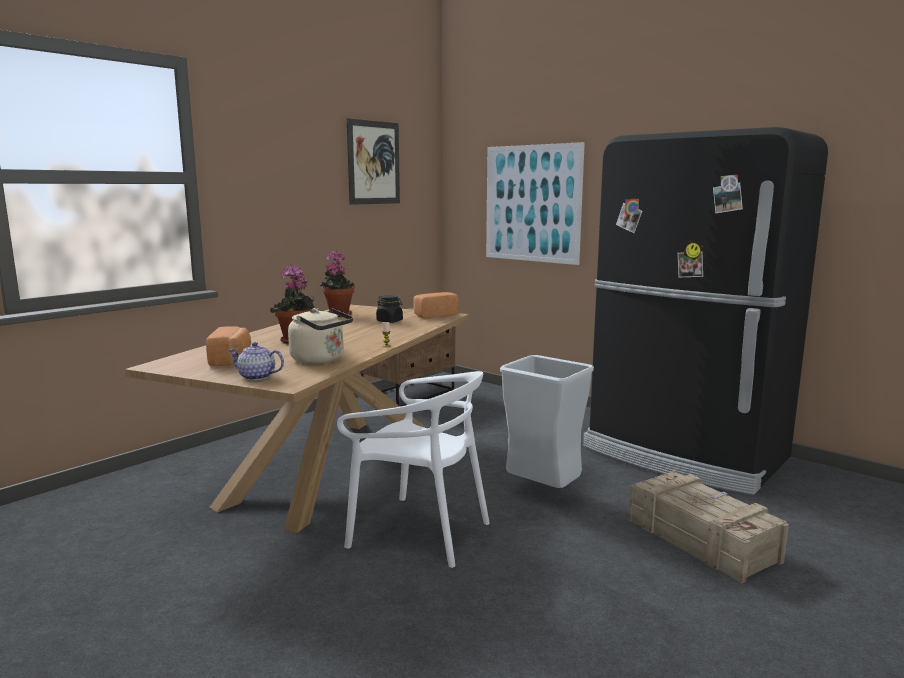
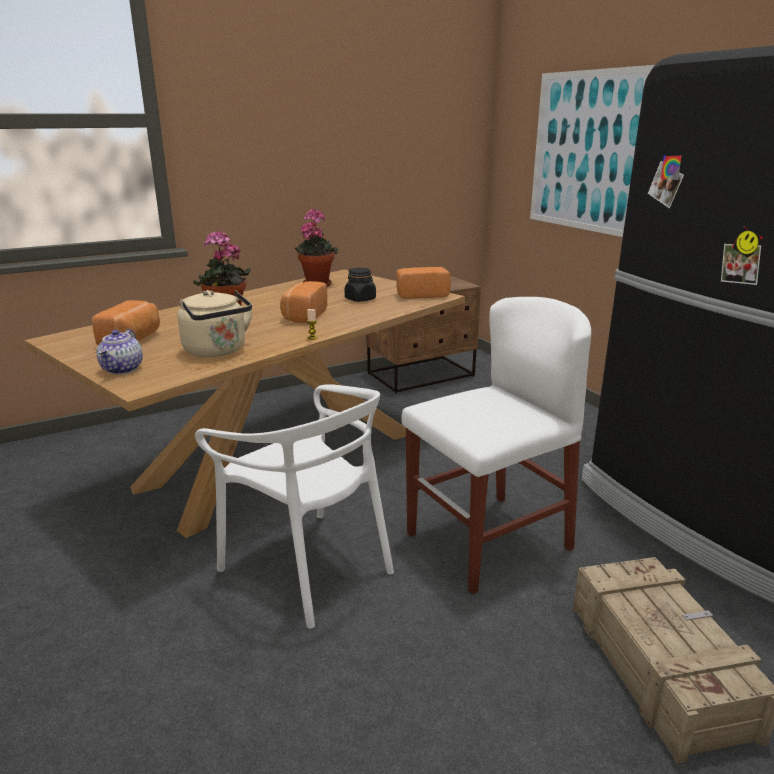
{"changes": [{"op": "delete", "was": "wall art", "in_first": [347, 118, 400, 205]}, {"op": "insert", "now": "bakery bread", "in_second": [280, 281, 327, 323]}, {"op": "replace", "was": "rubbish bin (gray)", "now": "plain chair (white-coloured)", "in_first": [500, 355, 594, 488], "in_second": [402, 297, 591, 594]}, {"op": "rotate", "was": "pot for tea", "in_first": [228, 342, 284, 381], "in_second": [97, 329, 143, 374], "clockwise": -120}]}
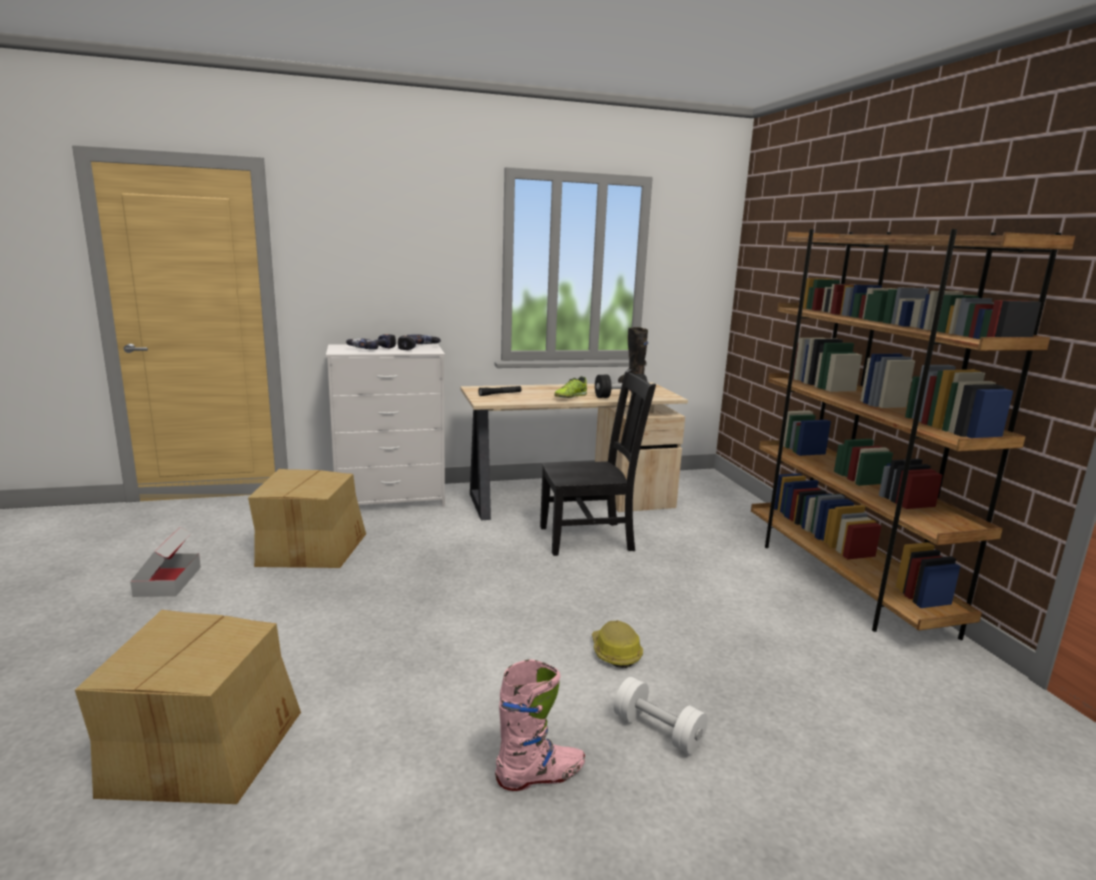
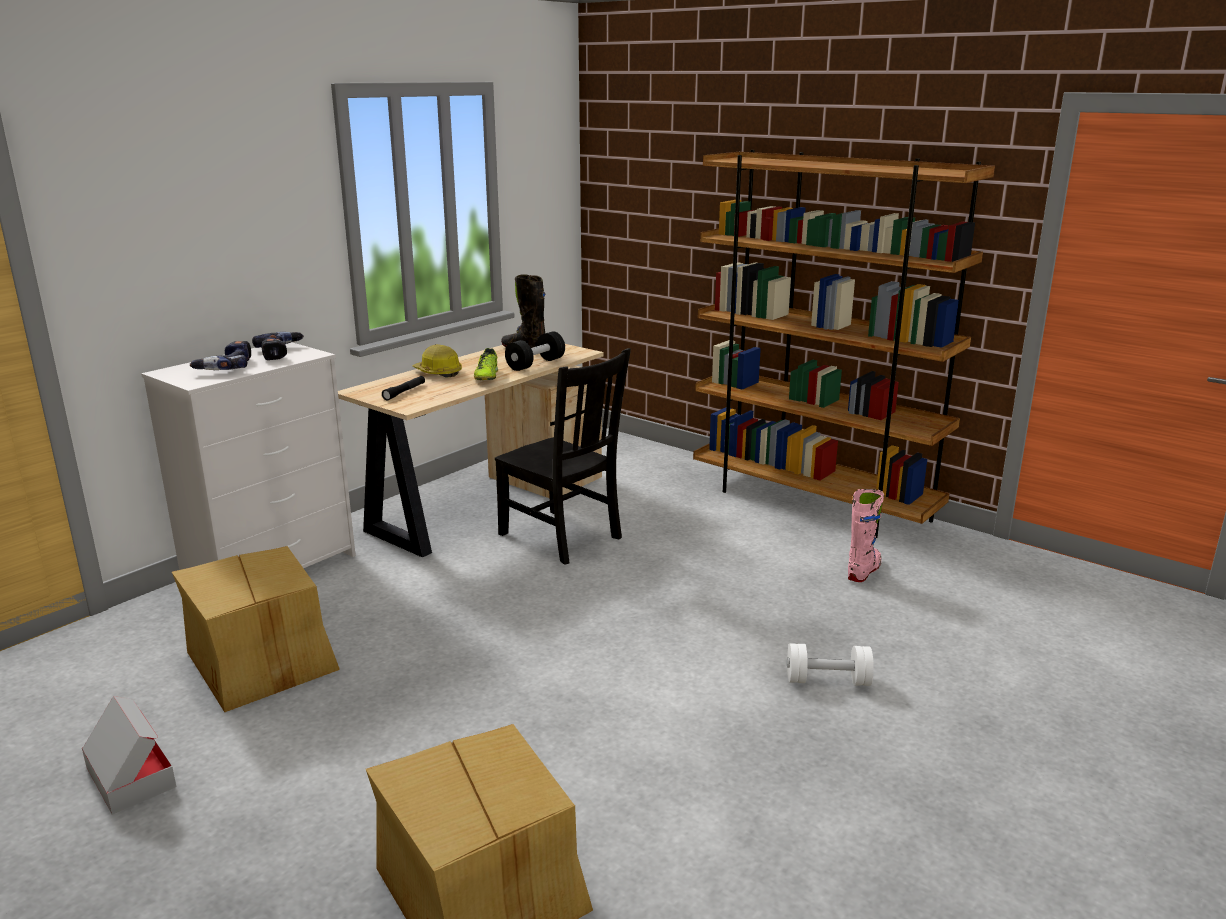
{"changes": [{"op": "move", "was": "tall boot (pinkish)", "in_first": [495, 659, 585, 791], "in_second": [848, 489, 884, 582]}, {"op": "move", "was": "safety helmet", "in_first": [592, 620, 643, 668], "in_second": [412, 344, 462, 378]}, {"op": "rotate", "was": "plain chair (black-coloured)", "in_first": [540, 369, 656, 556], "in_second": [495, 348, 631, 565], "clockwise": 90}]}
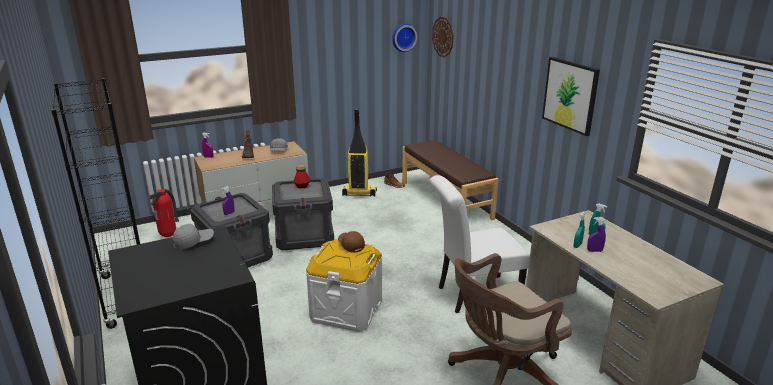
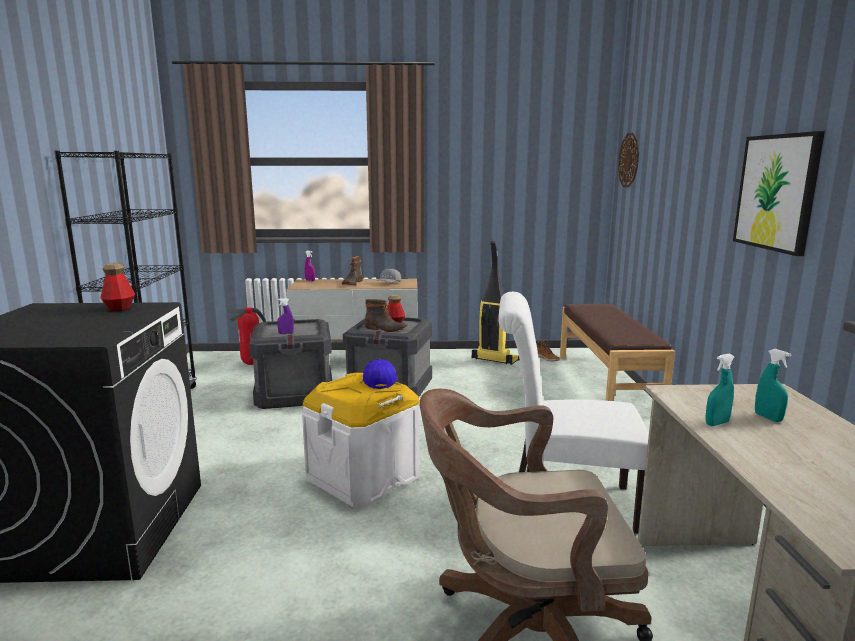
{"changes": [{"op": "delete", "was": "clock on the wall", "in_first": [392, 23, 417, 52]}, {"op": "delete", "was": "hand sprayer (purple-coloured)", "in_first": [587, 217, 606, 252]}, {"op": "insert", "now": "tall boot", "in_second": [365, 299, 408, 332]}, {"op": "replace", "was": "cap (gray)", "now": "drink bottle", "in_first": [173, 224, 214, 250], "in_second": [100, 263, 135, 311]}, {"op": "recolor", "was": "cap (brown)", "now": "cap (blue-coloured)", "in_first": [338, 231, 365, 253], "in_second": [363, 359, 397, 389]}]}
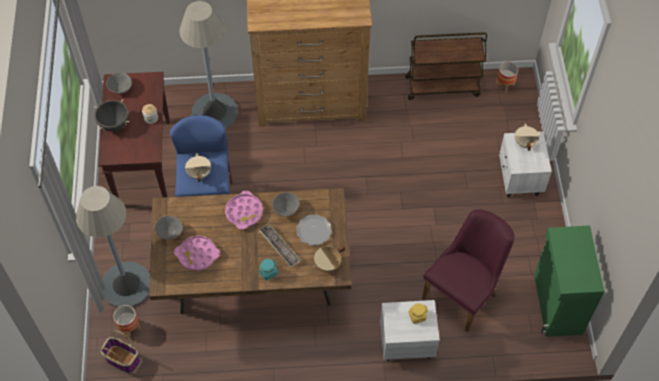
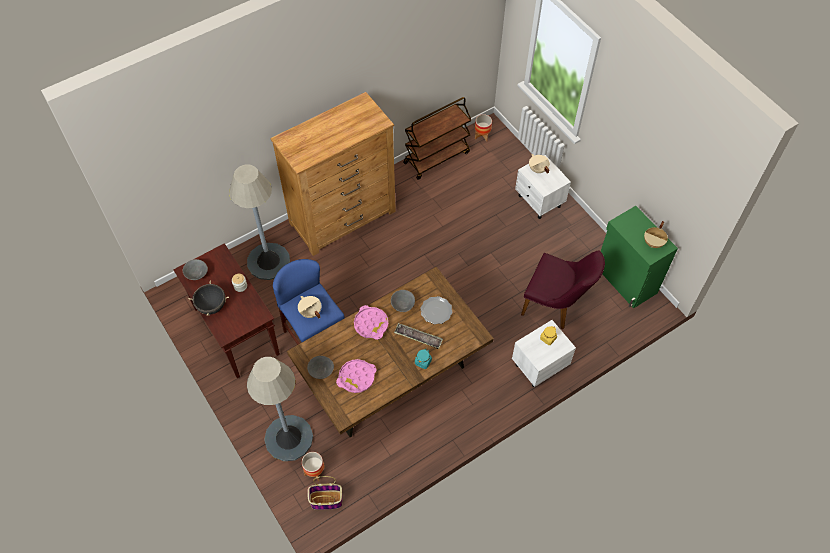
{"changes": [{"op": "move", "was": "saucepot (beige-coloured)", "in_first": [313, 245, 345, 272], "in_second": [644, 221, 668, 248]}, {"op": "rotate", "was": "plain chair (purple-coloured)", "in_first": [422, 209, 515, 333], "in_second": [521, 251, 605, 329], "clockwise": 105}]}
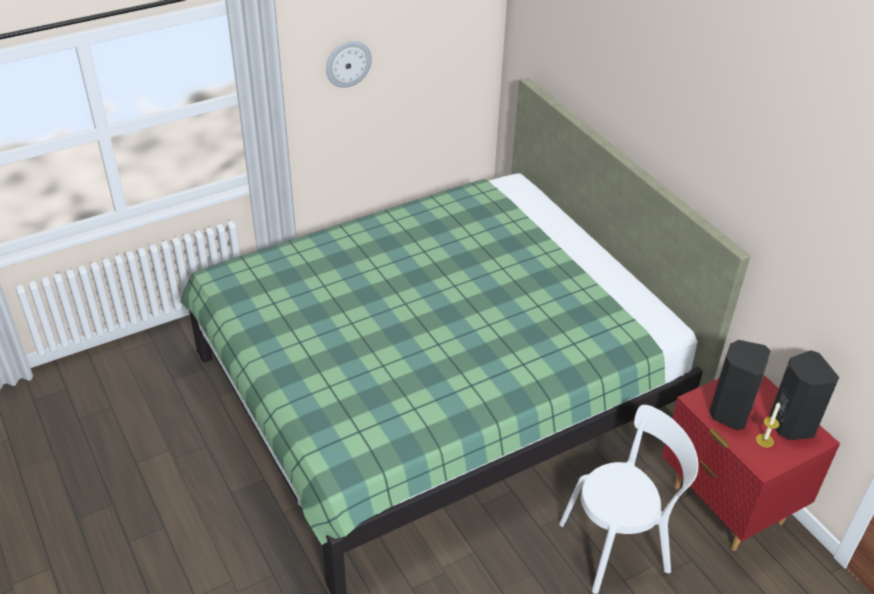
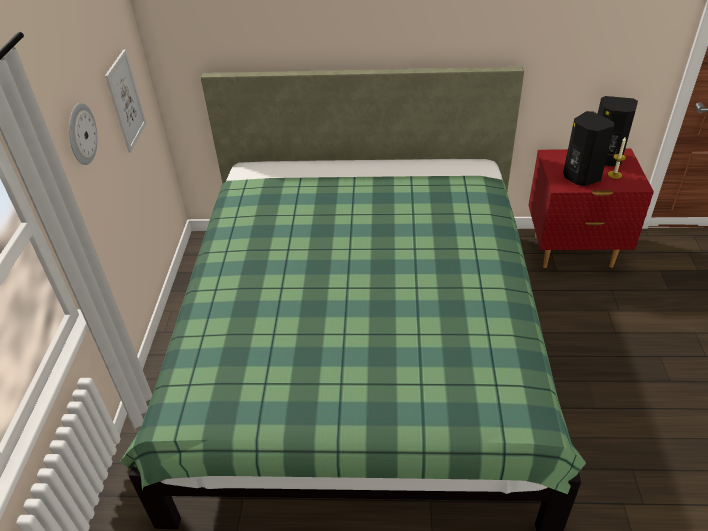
{"changes": [{"op": "delete", "was": "plain chair (white-coloured)", "in_first": [559, 405, 698, 594]}, {"op": "insert", "now": "wall art", "in_second": [105, 49, 146, 152]}]}
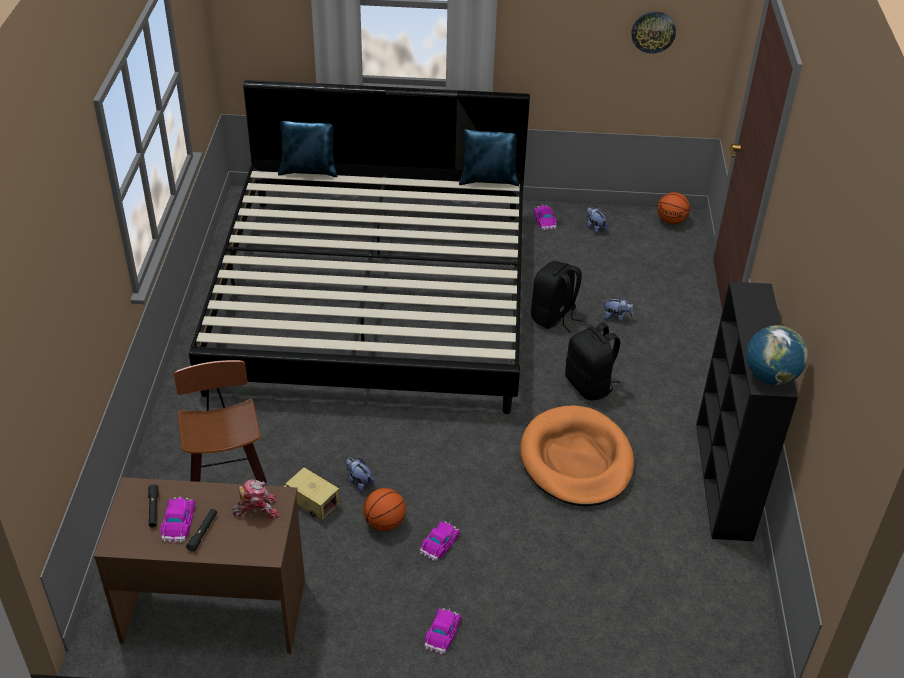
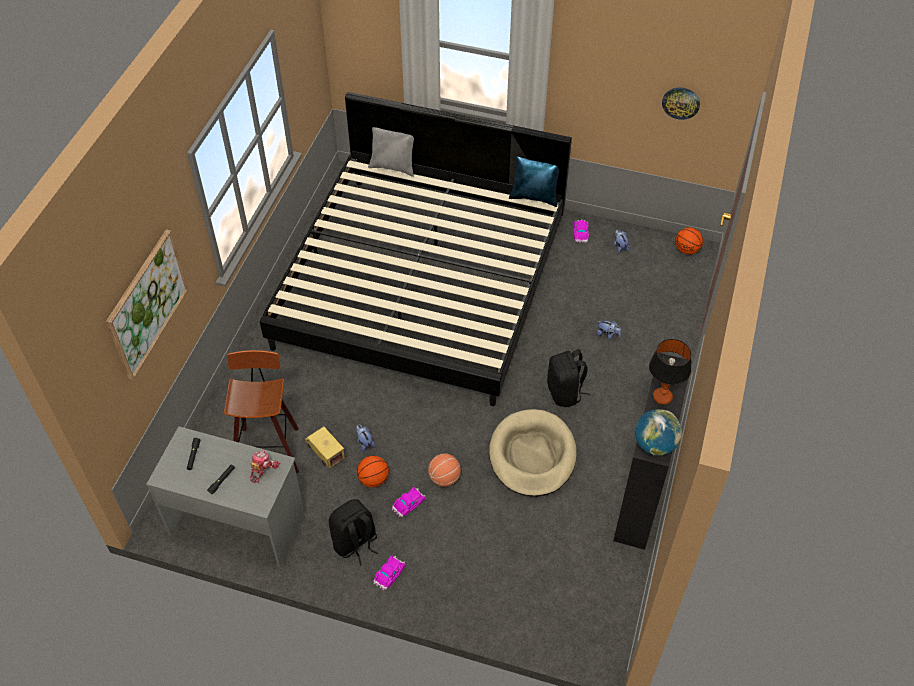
{"changes": [{"op": "delete", "was": "toy car", "in_first": [161, 495, 195, 543]}, {"op": "insert", "now": "wall art", "in_second": [106, 229, 189, 380]}, {"op": "insert", "now": "ball for basketball", "in_second": [428, 454, 461, 487]}, {"op": "insert", "now": "tabletop lamp", "in_second": [649, 339, 691, 405]}, {"op": "move", "was": "backpack (black-coloured)", "in_first": [531, 261, 582, 333], "in_second": [329, 499, 378, 566]}, {"op": "recolor", "was": "desk unit (brown)", "now": "desk unit (gray)", "in_first": [94, 477, 305, 654], "in_second": [146, 426, 305, 567]}, {"op": "recolor", "was": "throw pillow (blue-coloured)", "now": "throw pillow (gray)", "in_first": [278, 121, 338, 177], "in_second": [368, 127, 414, 177]}, {"op": "recolor", "was": "dog cushion (orangey)", "now": "dog cushion (beige-coloured)", "in_first": [520, 405, 634, 507], "in_second": [489, 409, 577, 497]}, {"op": "rotate", "was": "toy robot", "in_first": [232, 480, 280, 519], "in_second": [250, 450, 280, 483], "clockwise": -60}]}
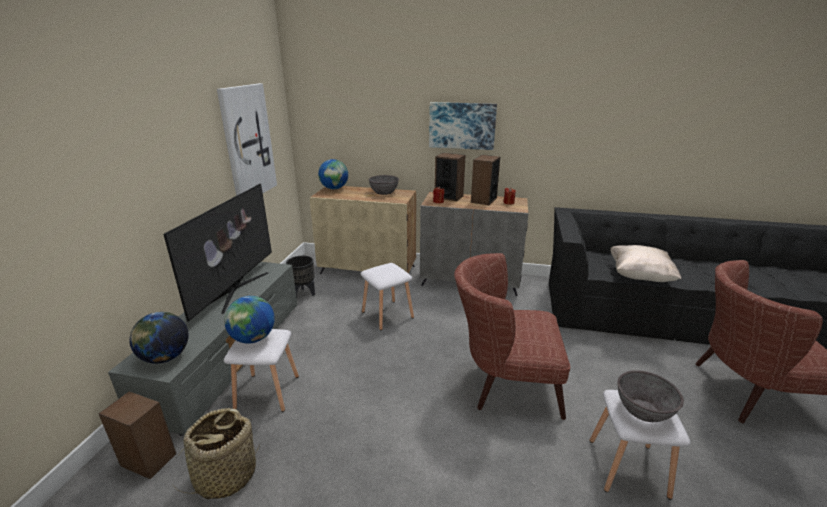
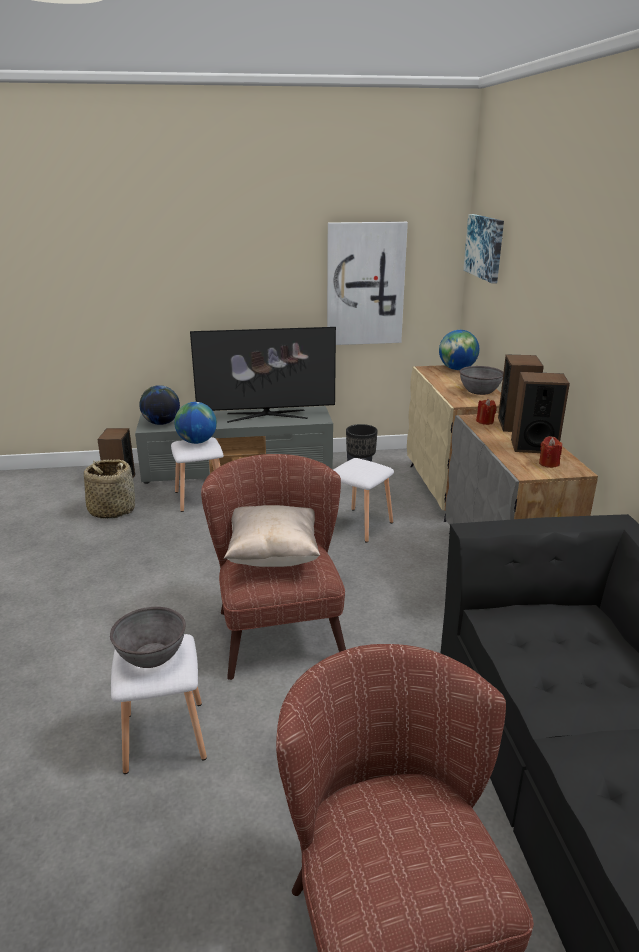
{"changes": [{"op": "move", "was": "wall art", "in_first": [429, 102, 497, 150], "in_second": [463, 214, 504, 284]}, {"op": "move", "was": "throw pillow (beige-coloured)", "in_first": [610, 245, 682, 282], "in_second": [224, 505, 320, 567]}]}
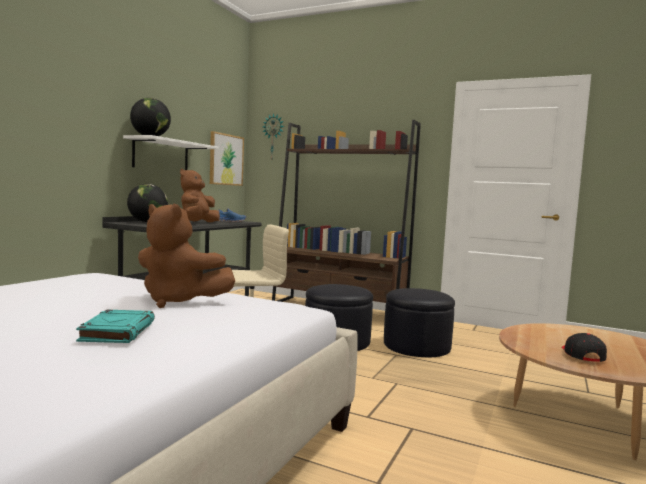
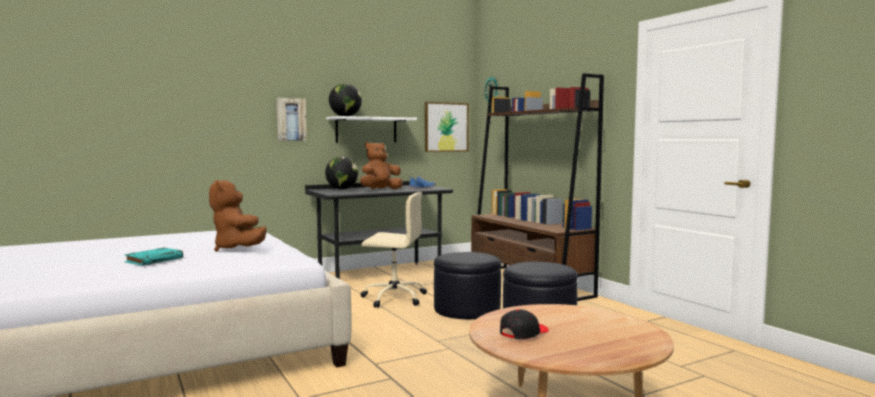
{"changes": [{"op": "insert", "now": "wall art", "in_second": [276, 98, 307, 141]}]}
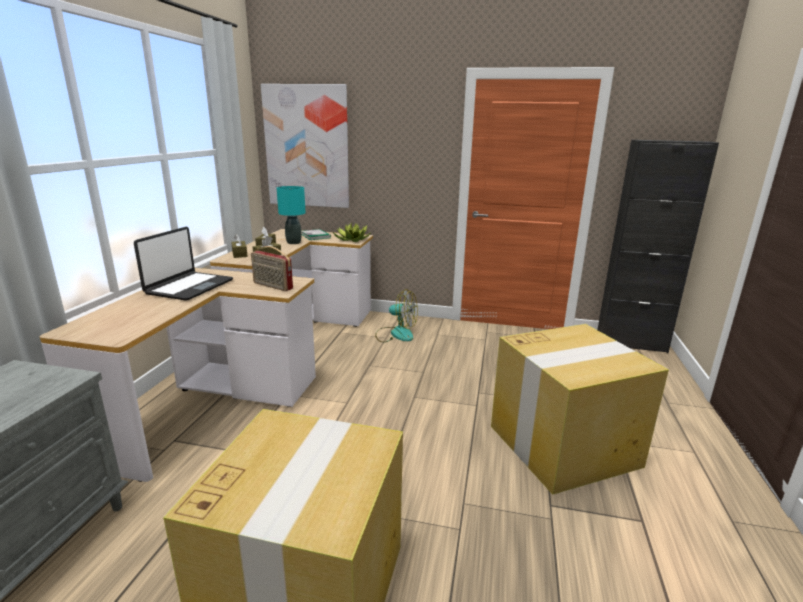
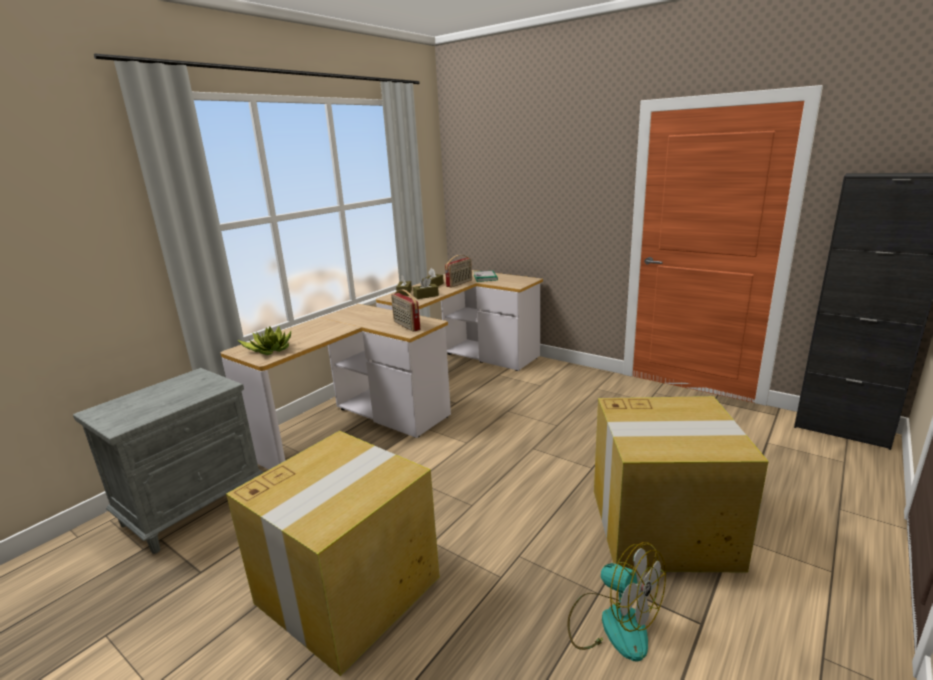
{"changes": [{"op": "delete", "was": "laptop", "in_first": [134, 227, 233, 301]}, {"op": "delete", "was": "wall art", "in_first": [261, 84, 349, 208]}, {"op": "move", "was": "plant in a pot", "in_first": [334, 223, 370, 242], "in_second": [238, 326, 292, 355]}, {"op": "move", "was": "electric fan", "in_first": [375, 289, 418, 342], "in_second": [568, 542, 666, 661]}, {"op": "replace", "was": "tabletop lamp (turquoise)", "now": "radio", "in_first": [277, 186, 306, 244], "in_second": [445, 255, 472, 288]}]}
